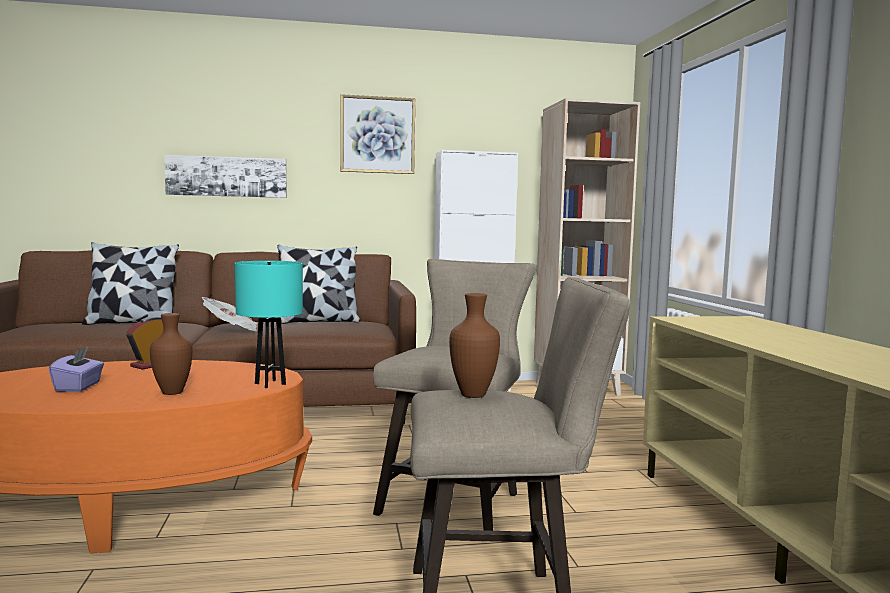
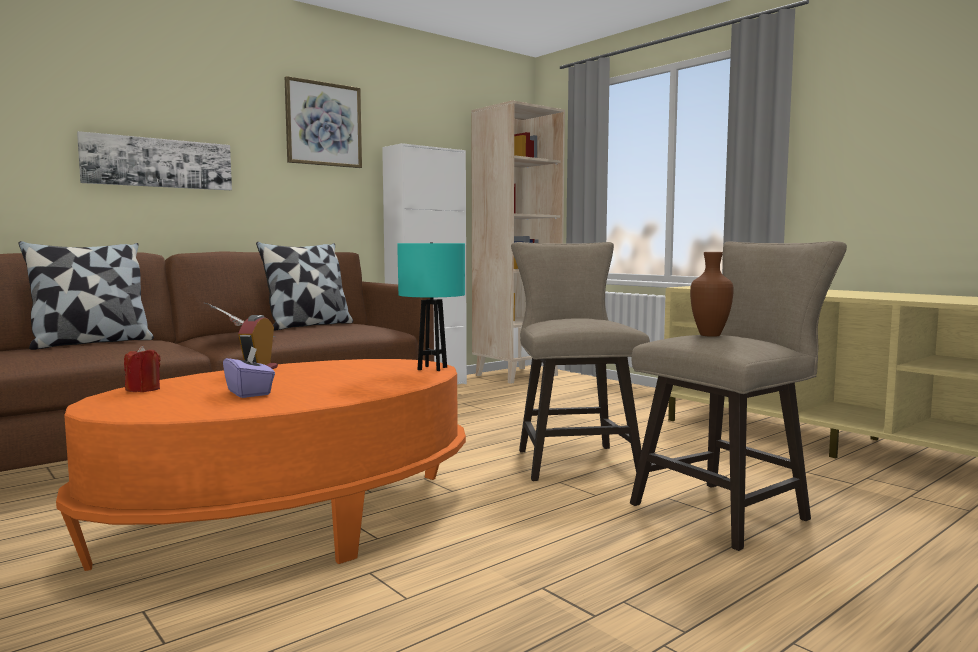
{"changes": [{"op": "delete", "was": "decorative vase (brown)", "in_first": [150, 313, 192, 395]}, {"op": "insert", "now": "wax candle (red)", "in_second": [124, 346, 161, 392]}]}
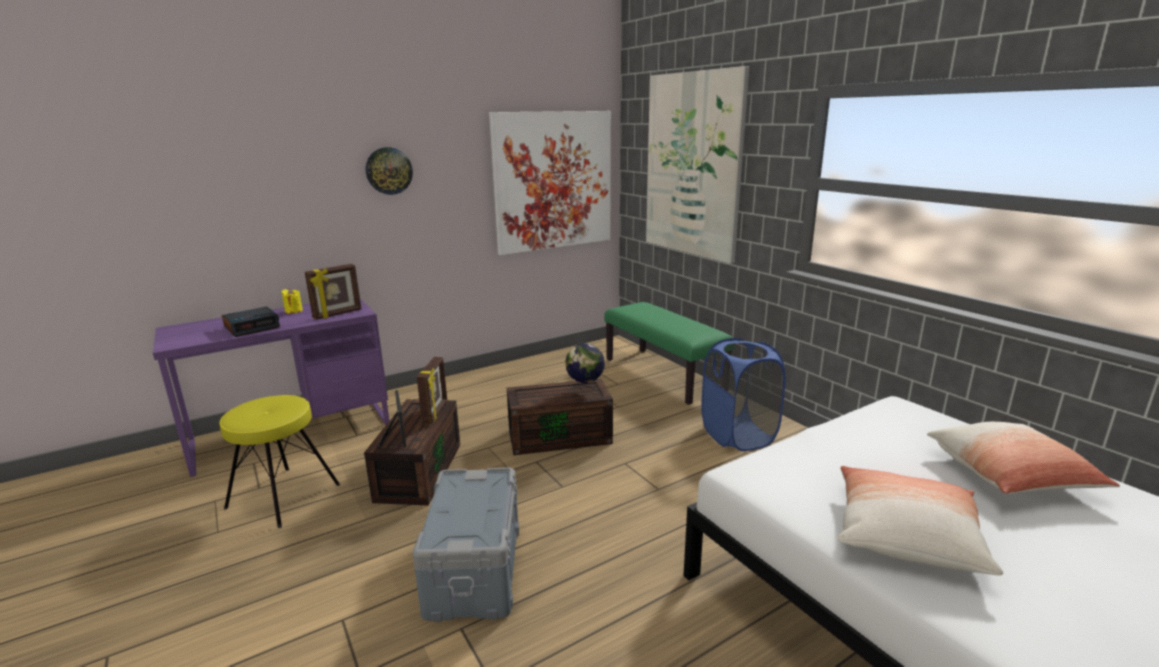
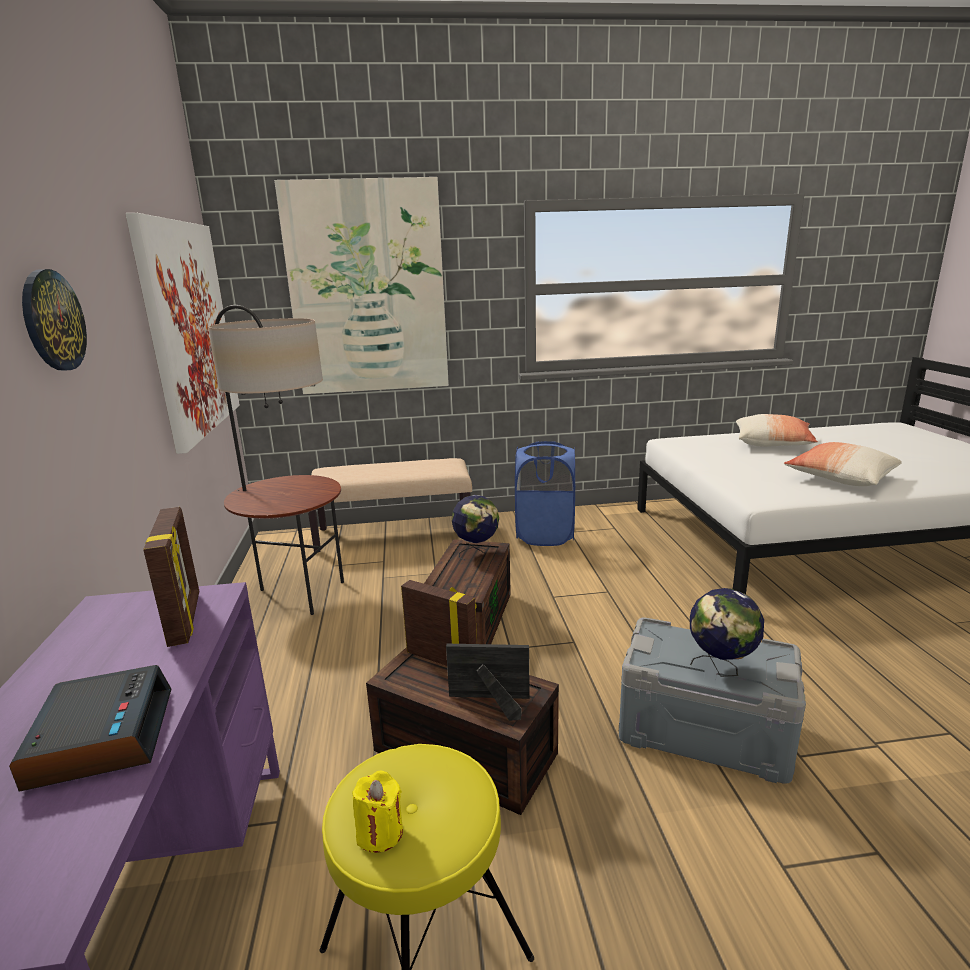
{"changes": [{"op": "insert", "now": "standing lamp", "in_second": [208, 305, 344, 615]}, {"op": "insert", "now": "globe", "in_second": [690, 588, 764, 677]}, {"op": "move", "was": "wax candle (yellowish)", "in_first": [281, 288, 303, 314], "in_second": [352, 771, 403, 853]}, {"op": "recolor", "was": "bench (green-coloured)", "now": "bench (beige-coloured)", "in_first": [604, 302, 733, 405], "in_second": [308, 458, 472, 552]}]}
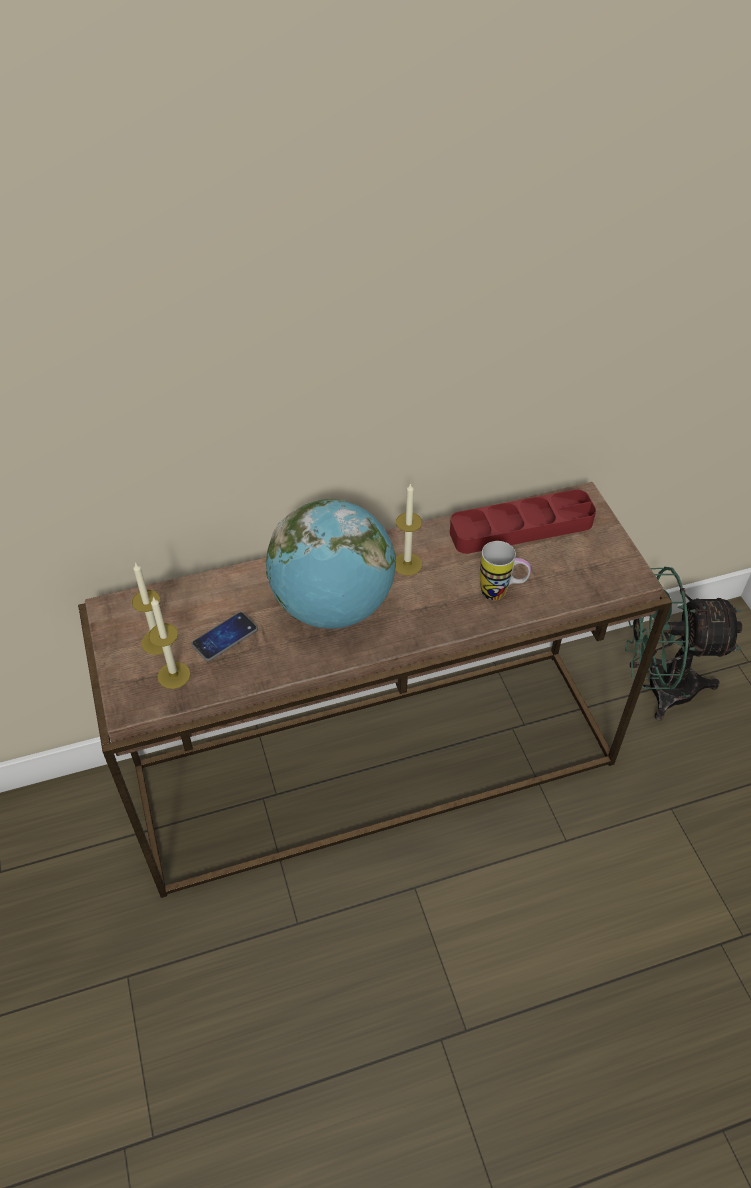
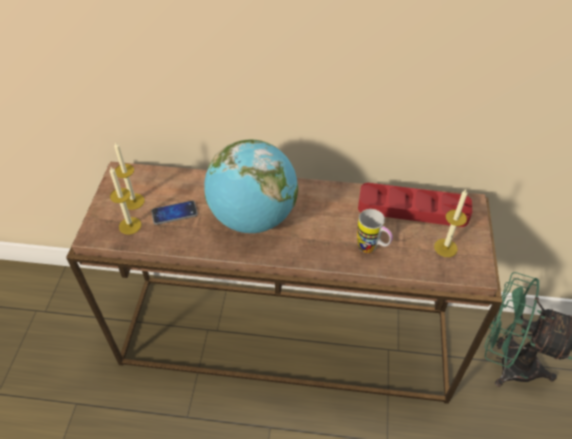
{"changes": [{"op": "move", "was": "wax candle", "in_first": [396, 483, 422, 575], "in_second": [434, 189, 467, 257]}]}
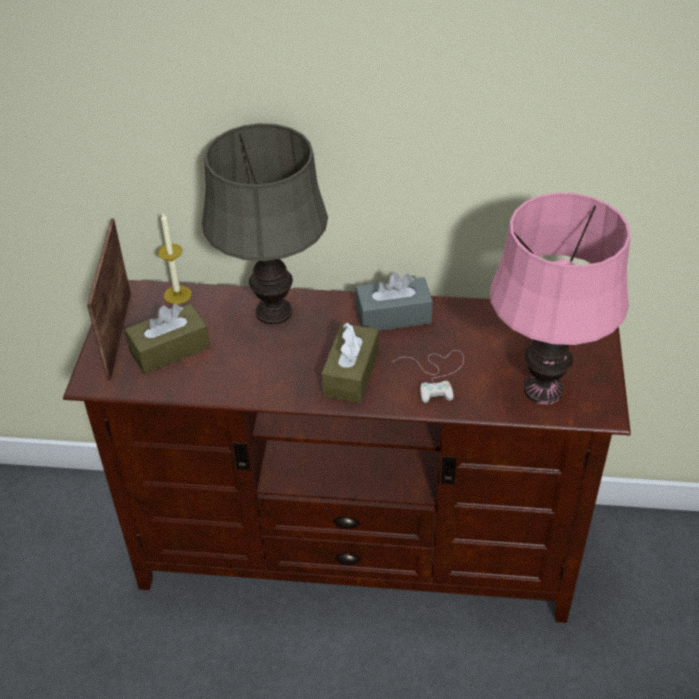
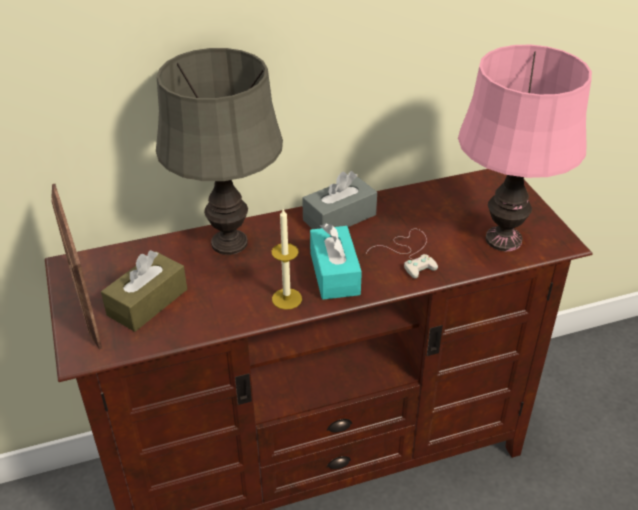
{"changes": [{"op": "move", "was": "wax candle", "in_first": [158, 213, 192, 304], "in_second": [272, 209, 302, 310]}, {"op": "recolor", "was": "tissue box (brown)", "now": "tissue box (turquoise)", "in_first": [321, 323, 379, 403], "in_second": [310, 223, 362, 300]}]}
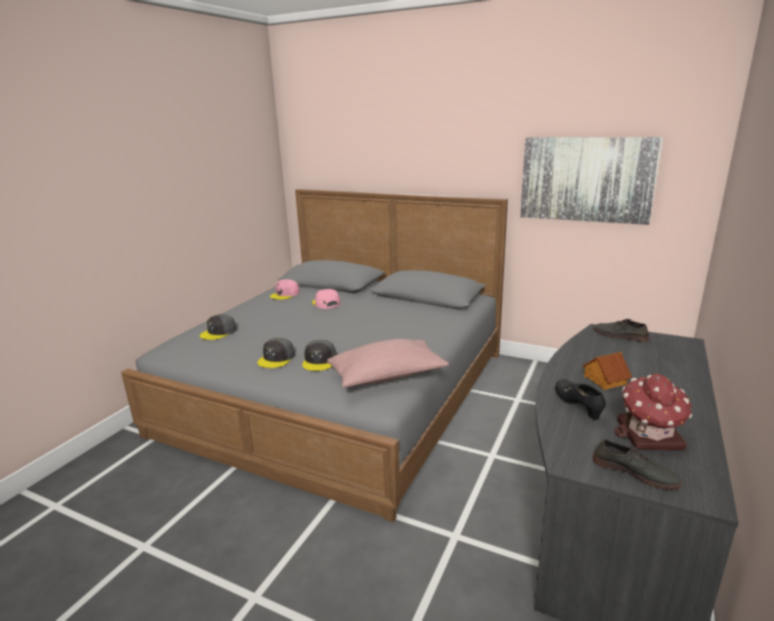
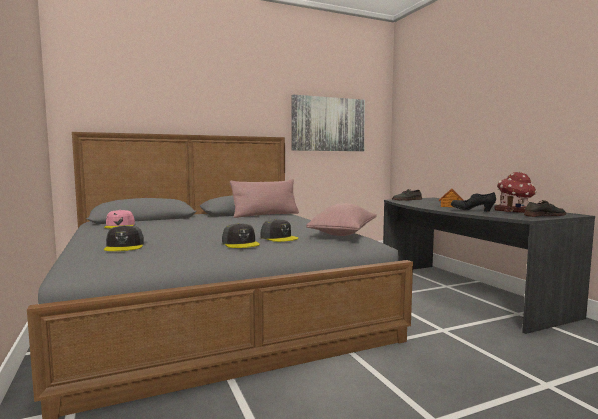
{"changes": [{"op": "delete", "was": "cap (pinkish)", "in_first": [312, 289, 340, 309]}, {"op": "insert", "now": "throw pillow (pinkish)", "in_second": [230, 179, 299, 218]}]}
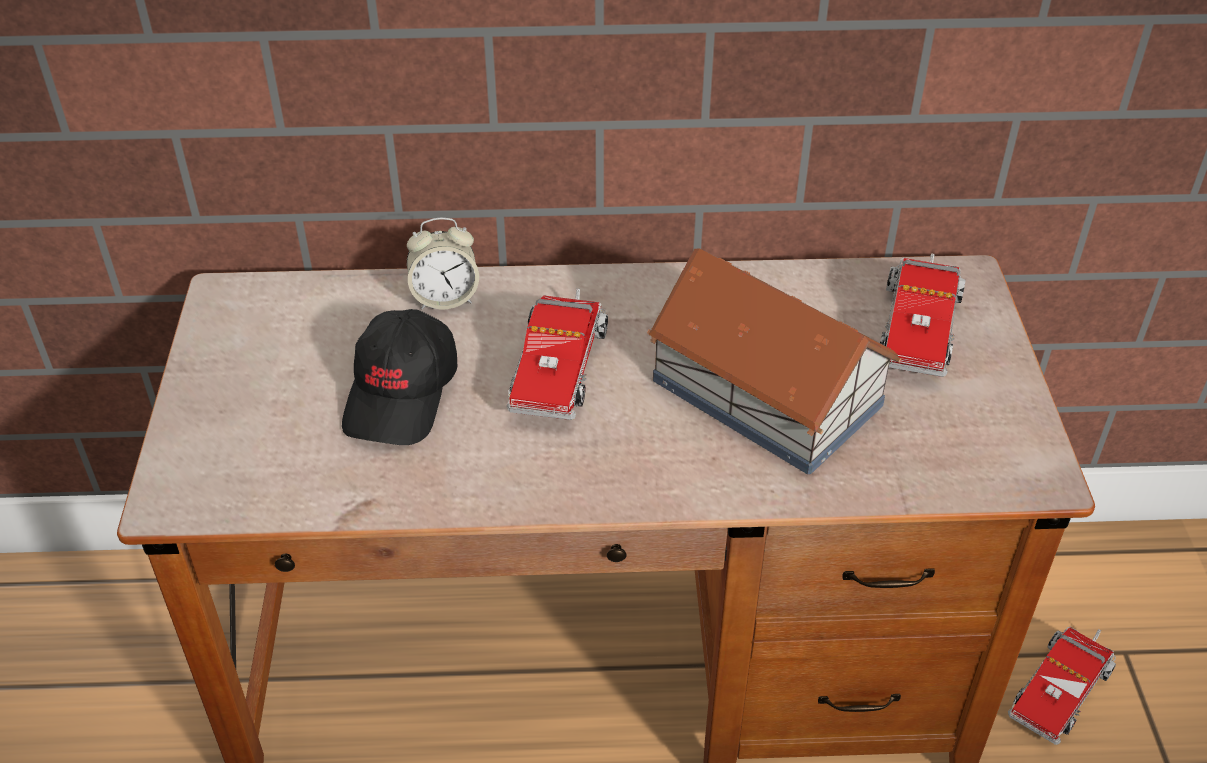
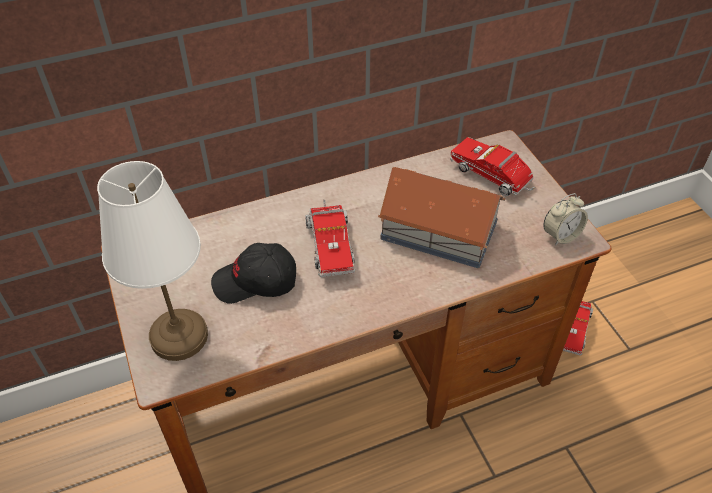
{"changes": [{"op": "insert", "now": "tabletop lamp (white-coloured)", "in_second": [97, 161, 208, 361]}, {"op": "move", "was": "alarm clock", "in_first": [407, 218, 479, 310], "in_second": [543, 193, 588, 246]}, {"op": "rotate", "was": "cap (black-coloured)", "in_first": [342, 309, 457, 445], "in_second": [211, 243, 296, 304], "clockwise": 90}, {"op": "rotate", "was": "toy lorry", "in_first": [880, 253, 965, 377], "in_second": [450, 137, 535, 196], "clockwise": 135}]}
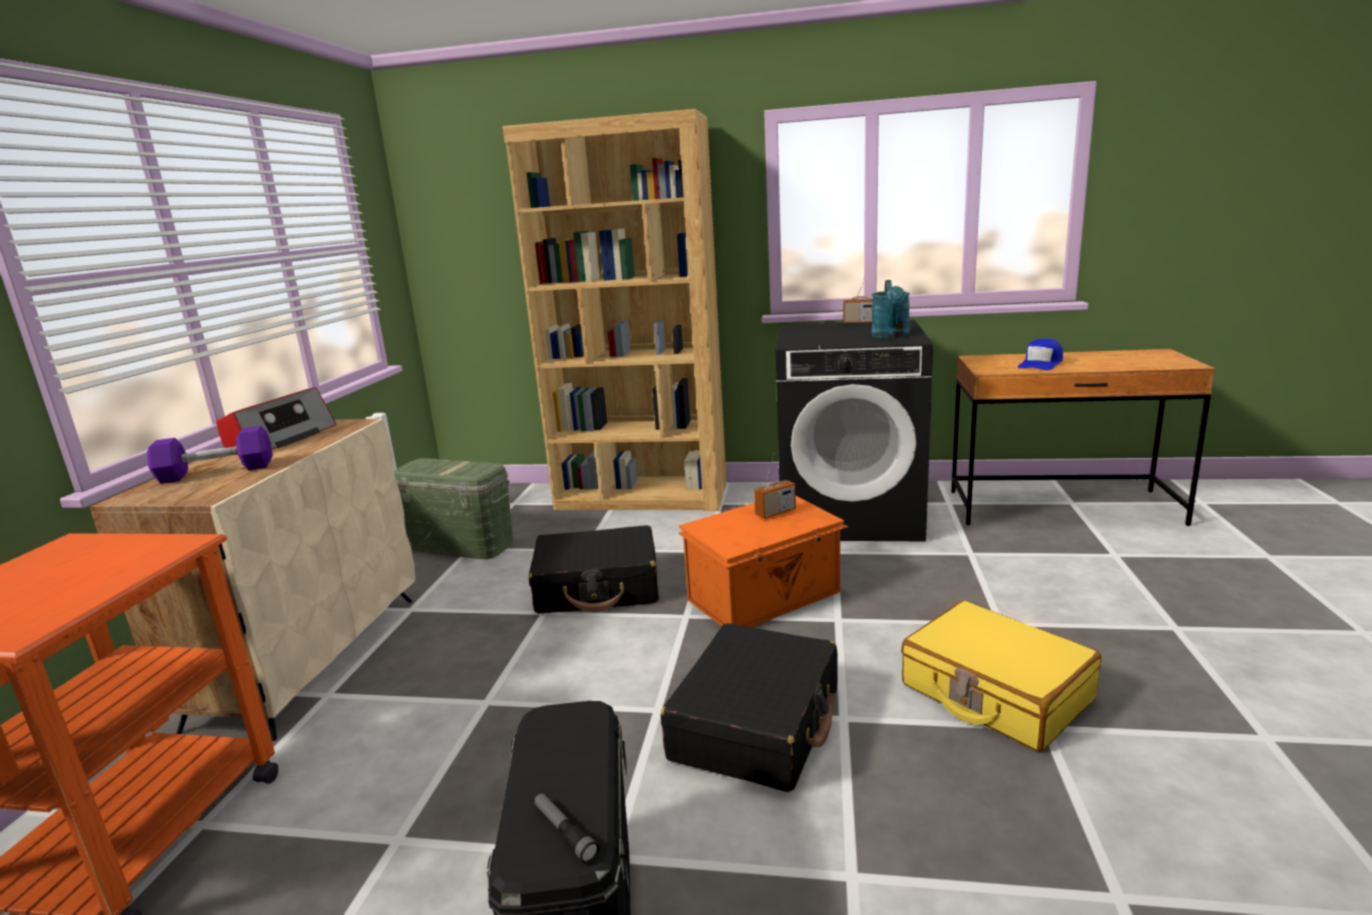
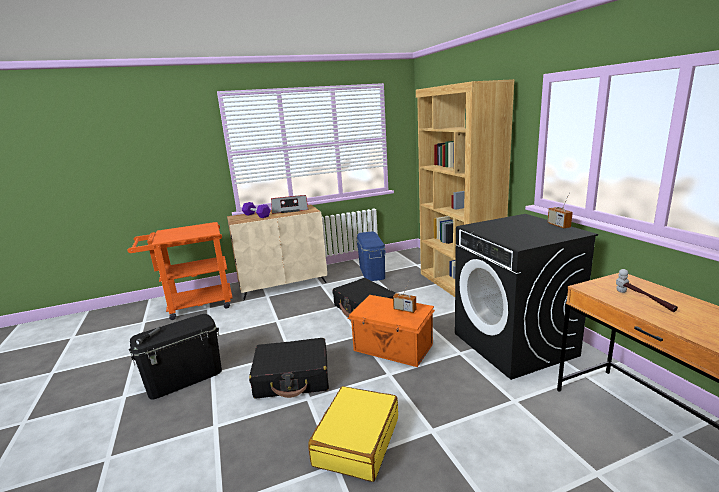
{"changes": [{"op": "delete", "was": "sprinkling can (turquoise)", "in_first": [871, 280, 910, 338]}, {"op": "replace", "was": "cap (blue-coloured)", "now": "tool hammer", "in_first": [1018, 339, 1063, 370], "in_second": [616, 269, 678, 312]}, {"op": "recolor", "was": "storage box (green-coloured)", "now": "storage box (blue-coloured)", "in_first": [394, 458, 513, 559], "in_second": [357, 232, 385, 281]}]}
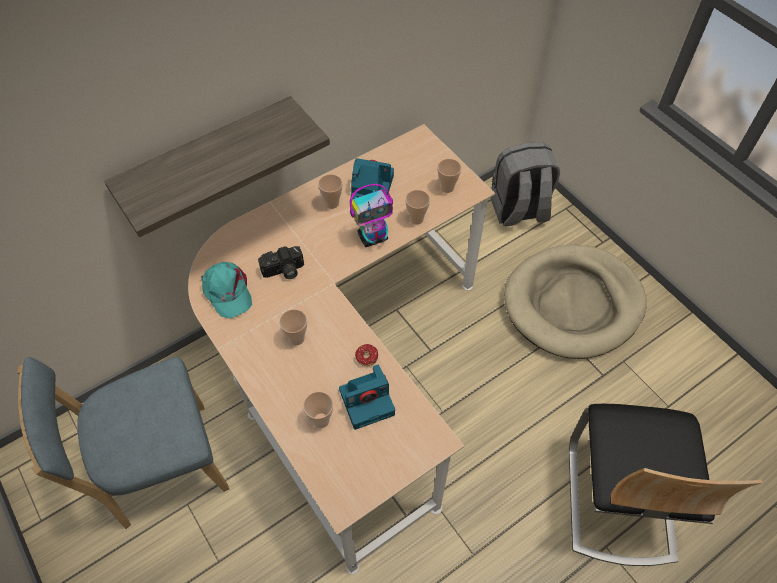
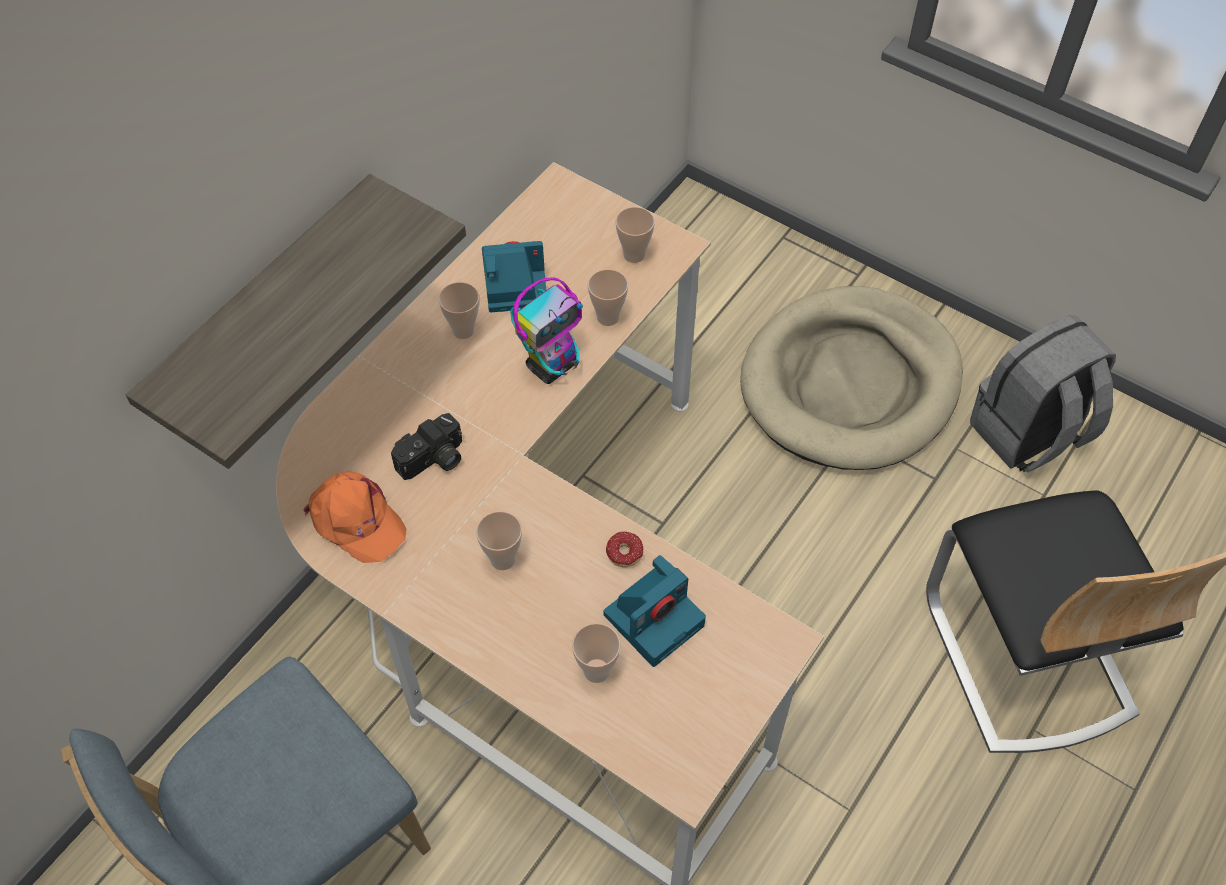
{"changes": [{"op": "move", "was": "backpack (gray)", "in_first": [490, 142, 560, 226], "in_second": [970, 315, 1116, 473]}, {"op": "recolor", "was": "cap (turquoise)", "now": "cap (orangey)", "in_first": [201, 262, 252, 319], "in_second": [303, 471, 406, 563]}]}
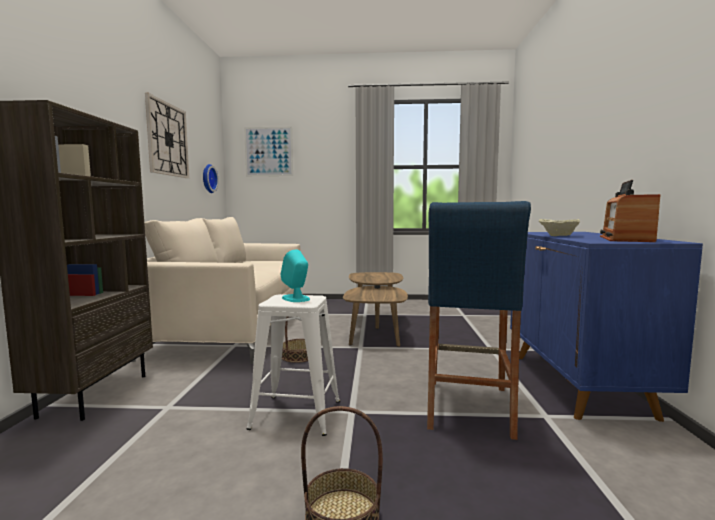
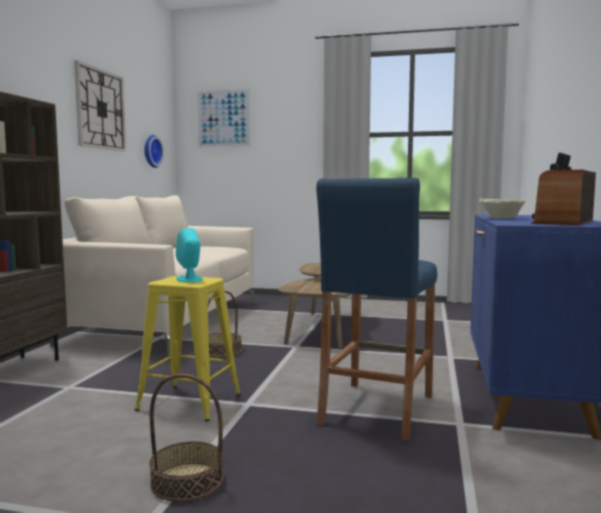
{"changes": [{"op": "recolor", "was": "stool seat (white-coloured)", "now": "stool seat (yellowish)", "in_first": [247, 294, 340, 436], "in_second": [135, 276, 241, 421]}]}
